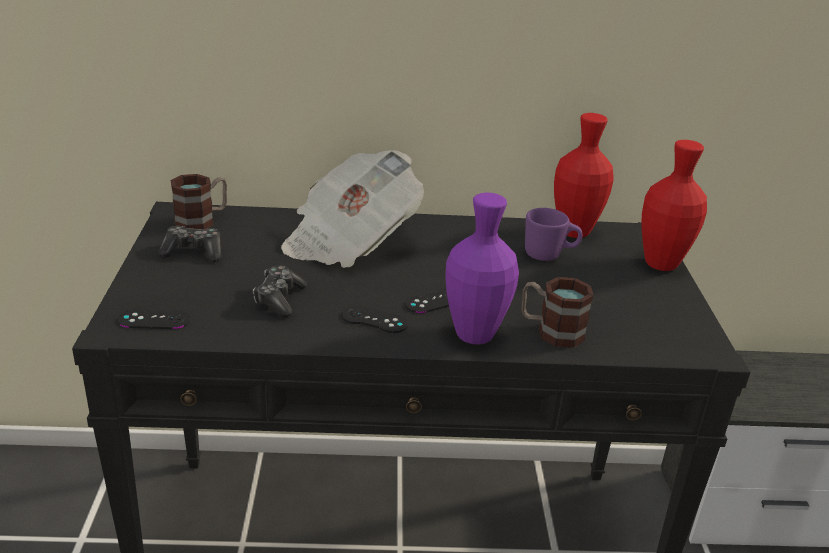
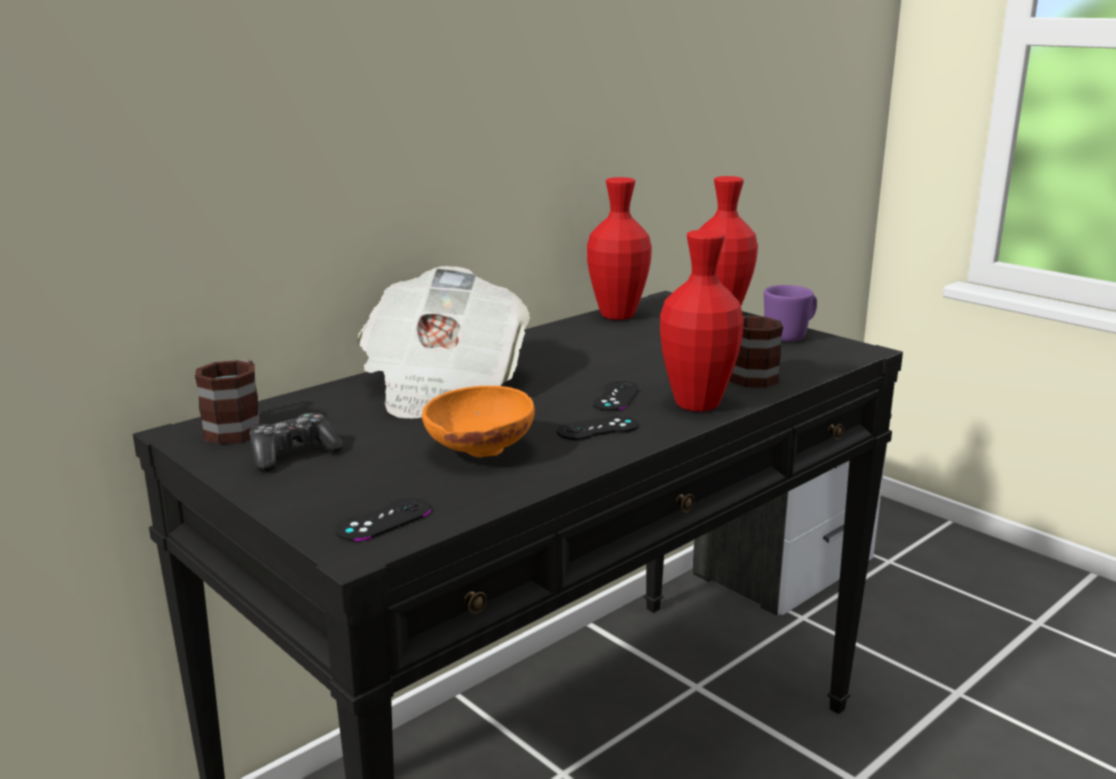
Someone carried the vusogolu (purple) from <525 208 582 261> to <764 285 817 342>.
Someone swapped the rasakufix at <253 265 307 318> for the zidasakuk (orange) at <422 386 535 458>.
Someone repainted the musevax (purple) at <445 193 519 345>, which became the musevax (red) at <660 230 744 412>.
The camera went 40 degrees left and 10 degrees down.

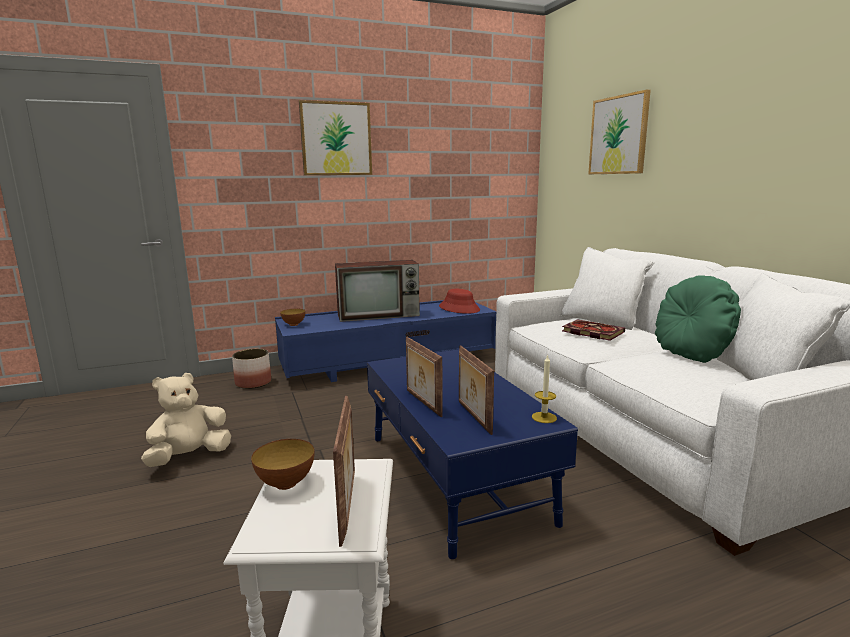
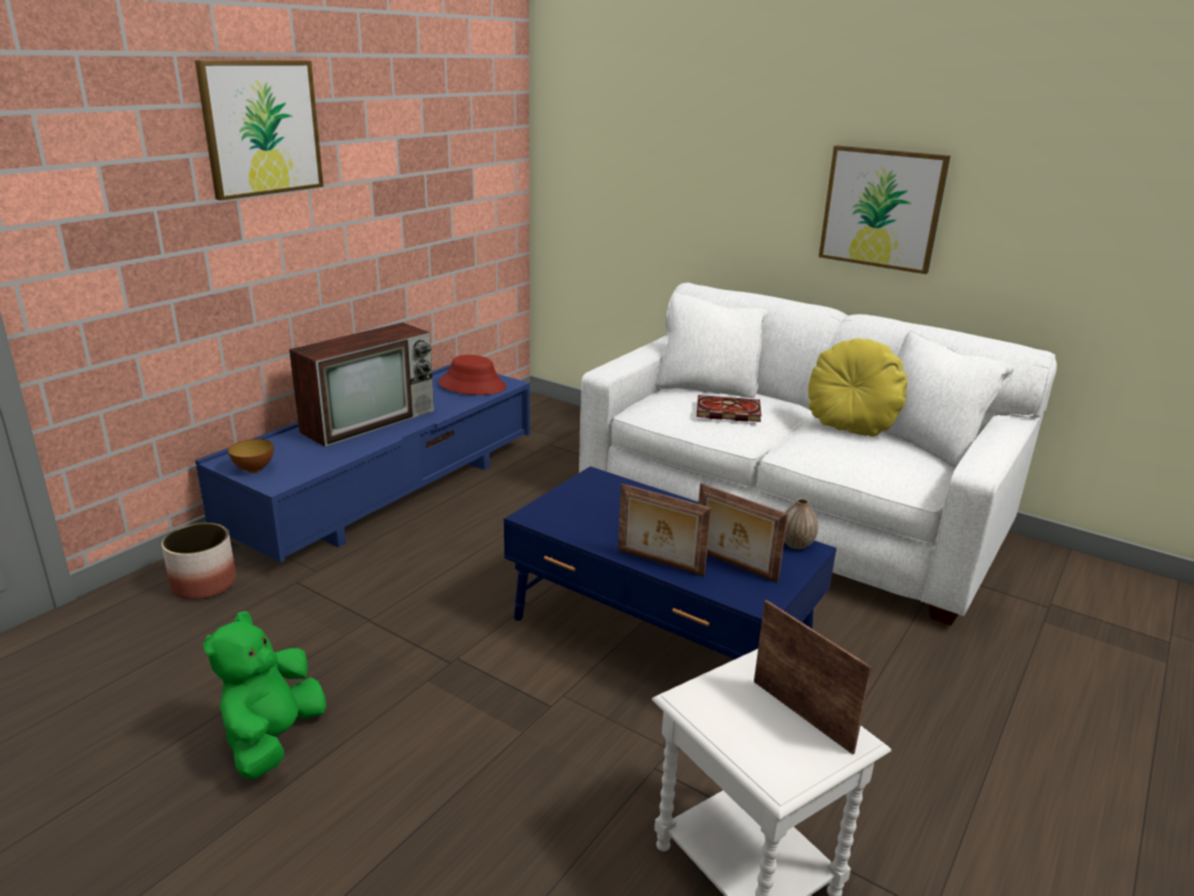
Someone took away the zidasakuk at <251 439 315 490>.
Someone carried the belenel from <588 89 651 174> to <819 145 950 274>.
Someone swapped the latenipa at <532 354 557 423> for the musevax at <784 498 818 549>.
Someone repainted the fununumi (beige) at <141 373 231 467>, which became the fununumi (green) at <203 611 326 779>.
Someone repainted the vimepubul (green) at <655 275 741 363>, which became the vimepubul (yellow) at <808 338 908 437>.
The camera went 35 degrees left and 10 degrees up.

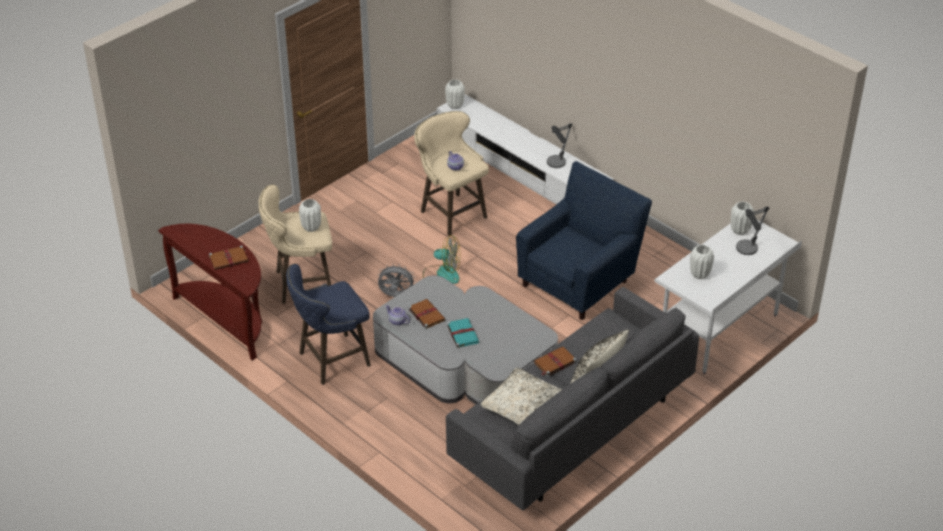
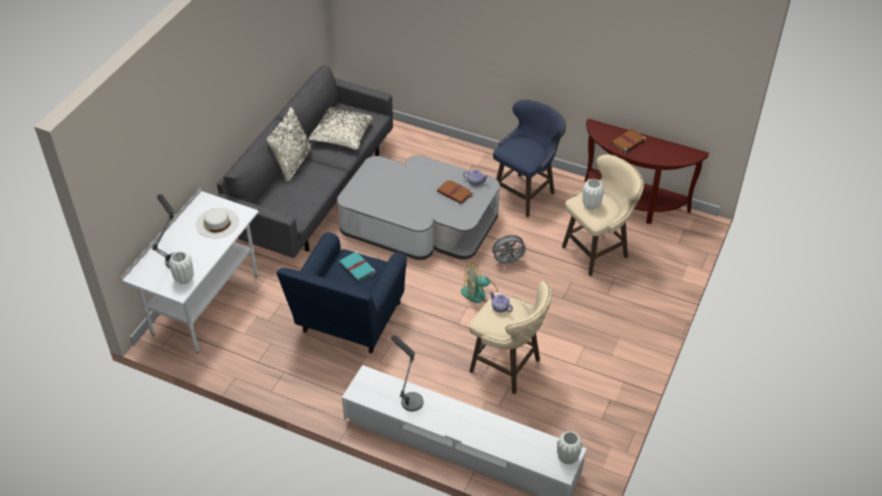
Someone took away the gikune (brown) at <534 346 576 377>.
Someone carried the gikune (turquoise) from <447 318 479 348> to <339 251 375 281>.
Someone swapped the musevax (white) at <690 245 714 279> for the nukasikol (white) at <196 208 239 238>.
The camera went 160 degrees right and 5 degrees up.

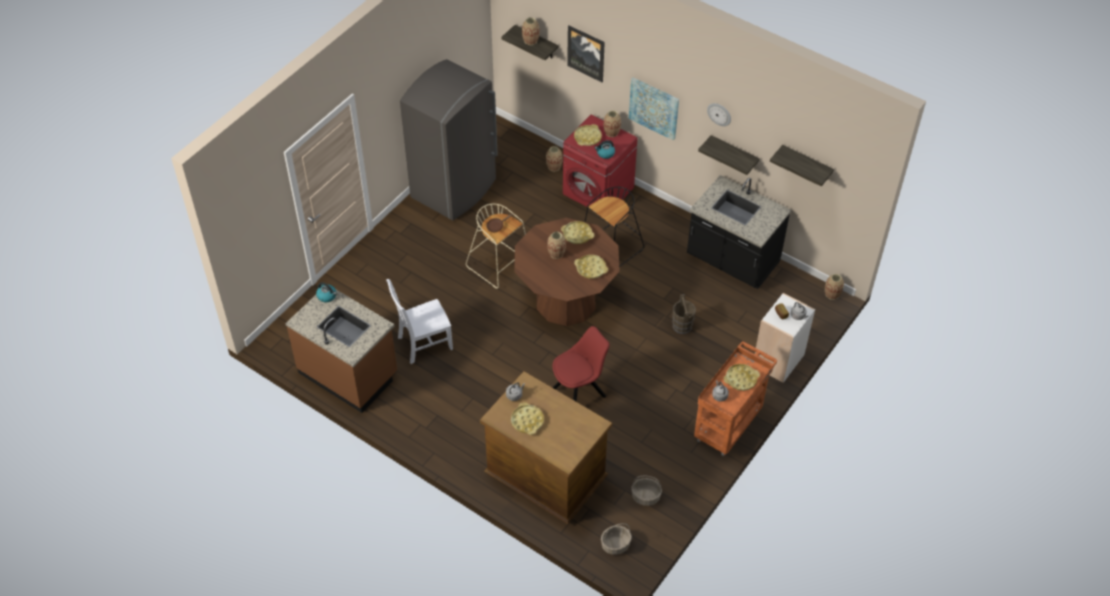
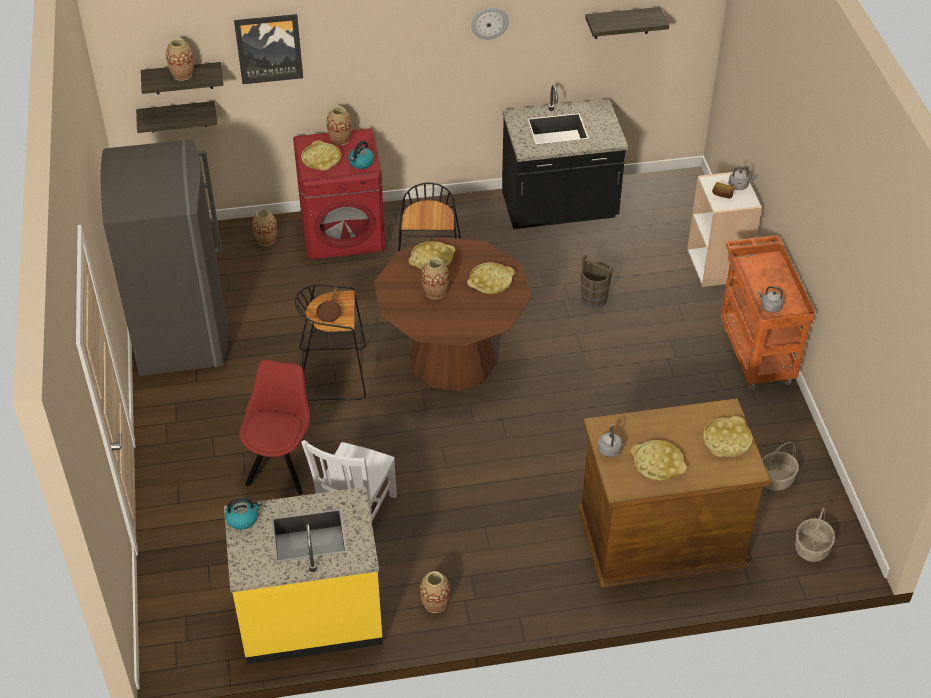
Someone took away the belenel at <629 77 679 141>.
Someone carried the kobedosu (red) from <552 326 610 401> to <239 360 311 495>.
Someone carried the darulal from <698 135 760 175> to <136 101 217 133>.
Someone carried the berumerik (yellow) from <723 364 760 391> to <703 416 752 457>.
Someone carried the musevax from <825 274 844 300> to <420 571 450 613>.
Someone repainted the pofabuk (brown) at <285 290 397 413>, which became the pofabuk (yellow) at <224 487 383 664>.
Someone repainted the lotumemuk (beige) at <466 204 526 289>, which became the lotumemuk (black) at <295 284 366 401>.
The camera went 45 degrees left and 5 degrees down.

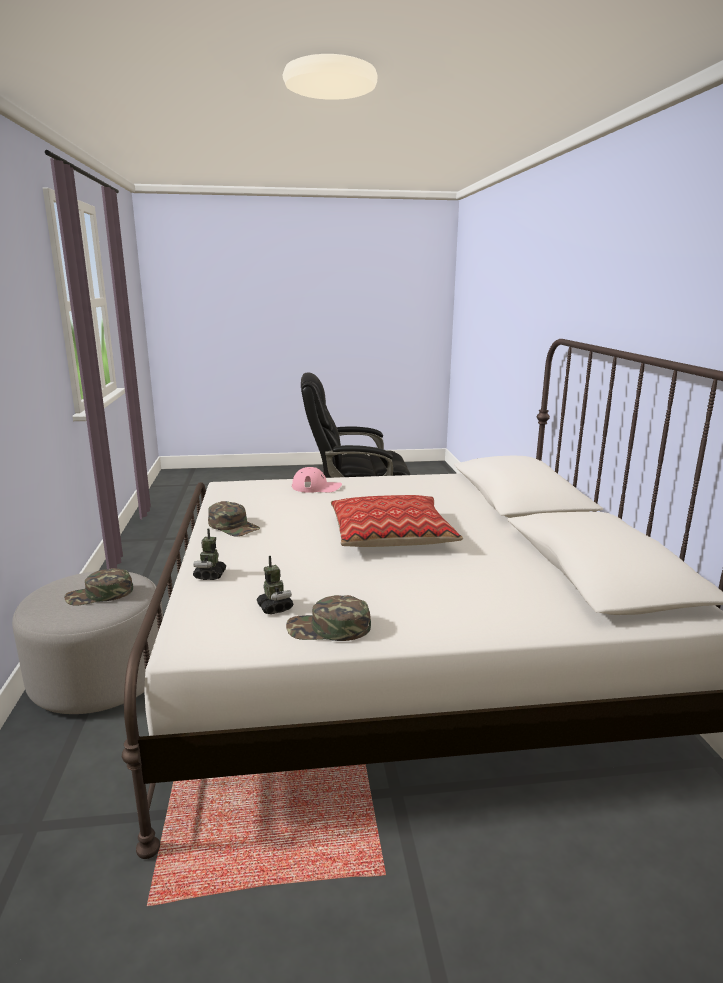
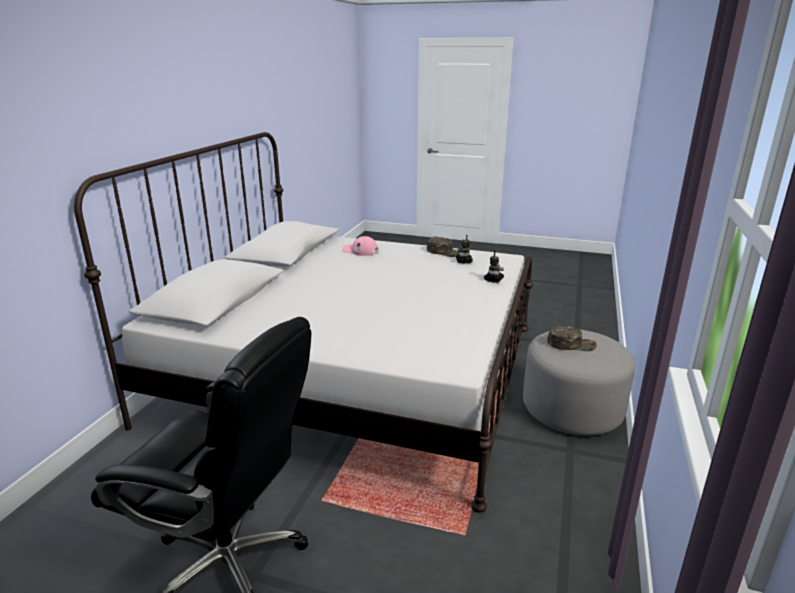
Someone took away the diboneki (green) at <208 501 260 536>.
Someone took away the vimepubul at <331 495 463 547>.
Someone carried the diboneki (pink) from <292 467 342 493> to <342 236 378 256>.
The camera went 155 degrees left and 5 degrees up.

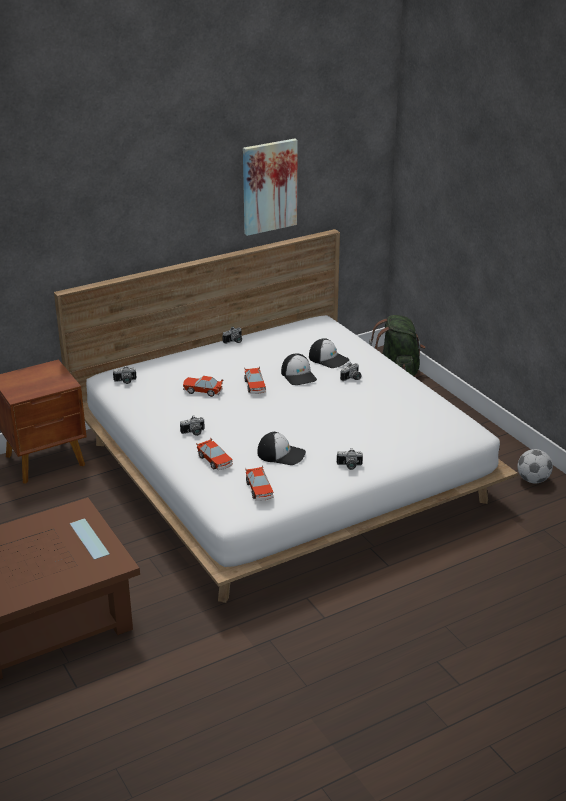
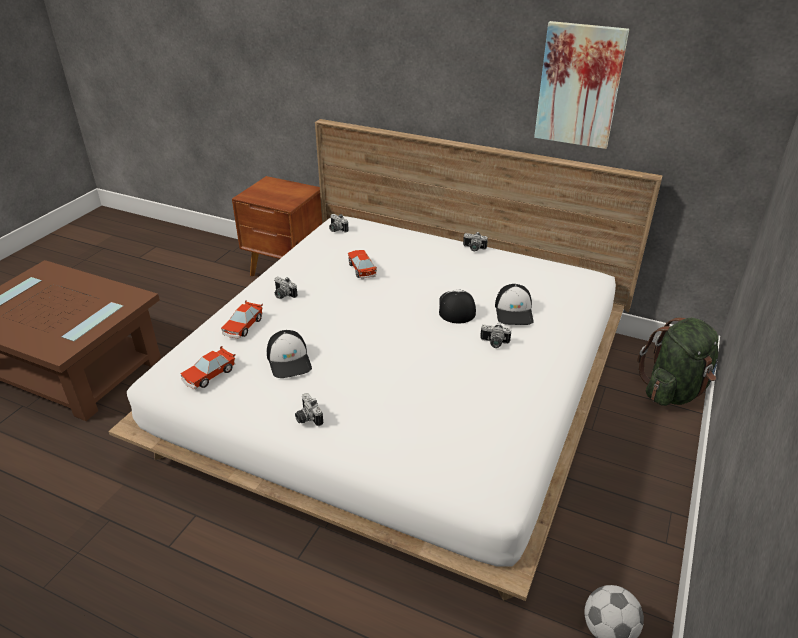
Someone took away the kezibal at <244 367 266 394>.
Someone rotated the diboneki at <281 354 317 385> by 150 degrees clockwise.
The camera went 55 degrees right and 5 degrees up.

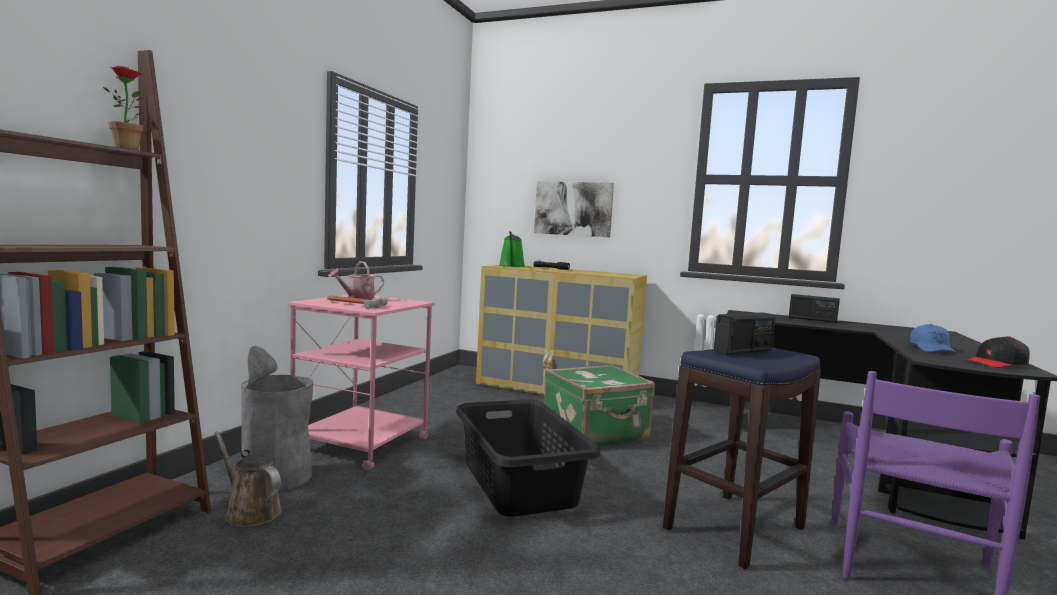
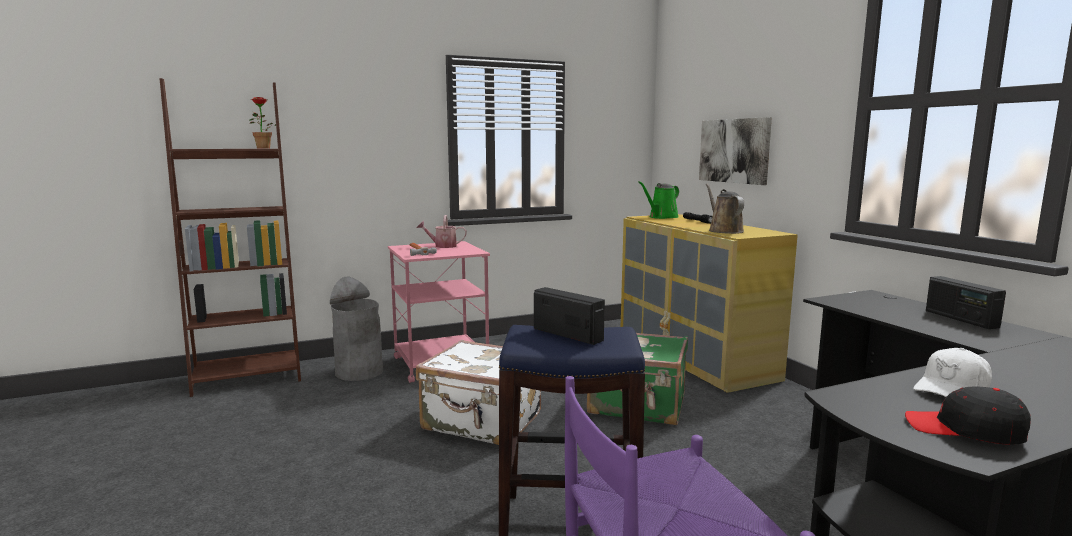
Someone carried the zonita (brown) from <215 431 282 527> to <706 184 744 234>.
Someone swapped the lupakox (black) at <456 399 600 517> for the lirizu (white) at <416 340 541 445>.
Someone repainted the diboneki (blue) at <910 324 958 354>, which became the diboneki (white) at <913 348 992 397>.
Someone rotated the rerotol at <714 312 776 355> by 150 degrees counterclockwise.
The camera went 45 degrees right and 5 degrees up.

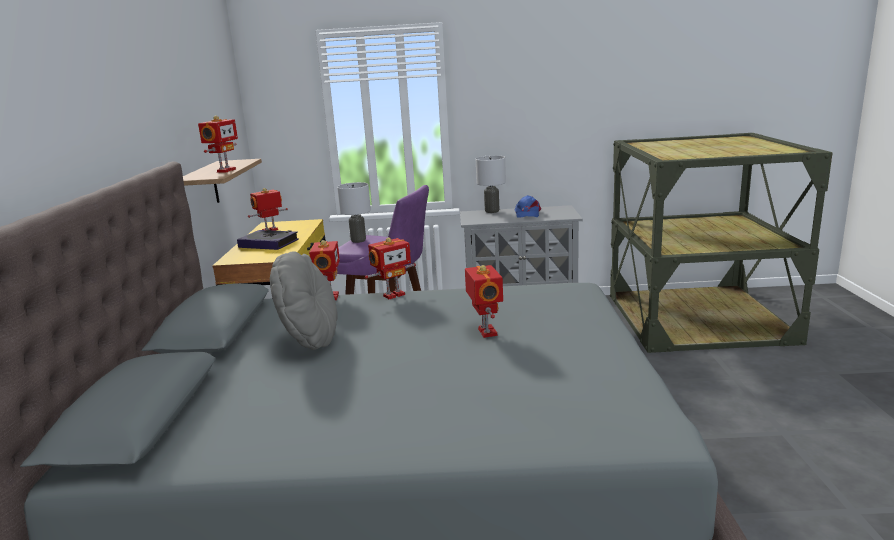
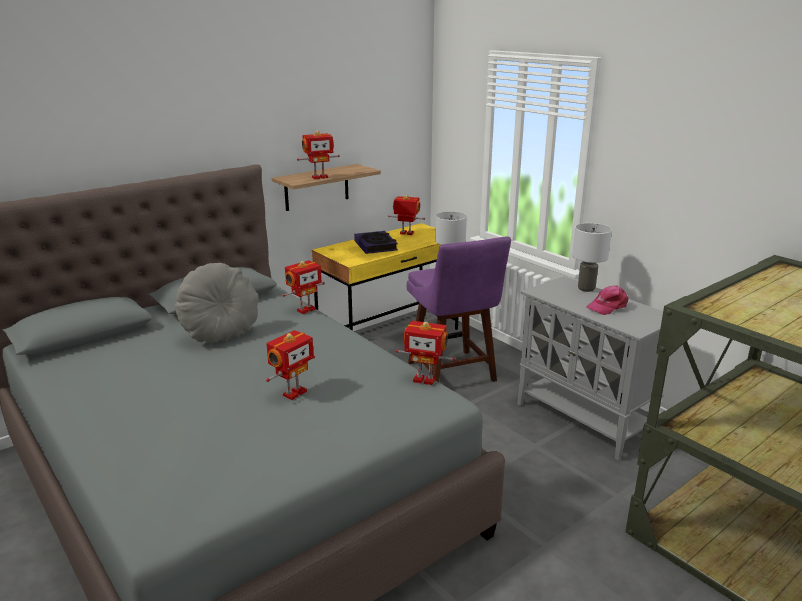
Someone carried the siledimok from <365 237 416 299> to <396 321 456 385>.
Someone repainted the diboneki (blue) at <514 195 541 218>, which became the diboneki (pink) at <586 285 628 315>.
The camera went 50 degrees right and 5 degrees up.

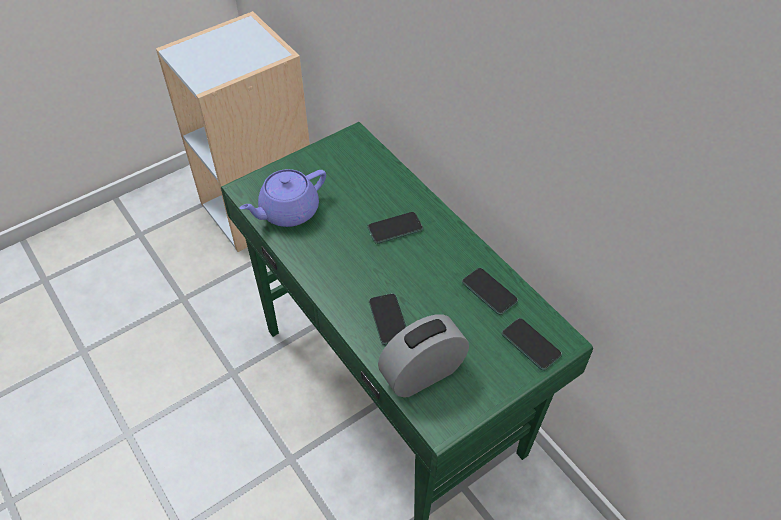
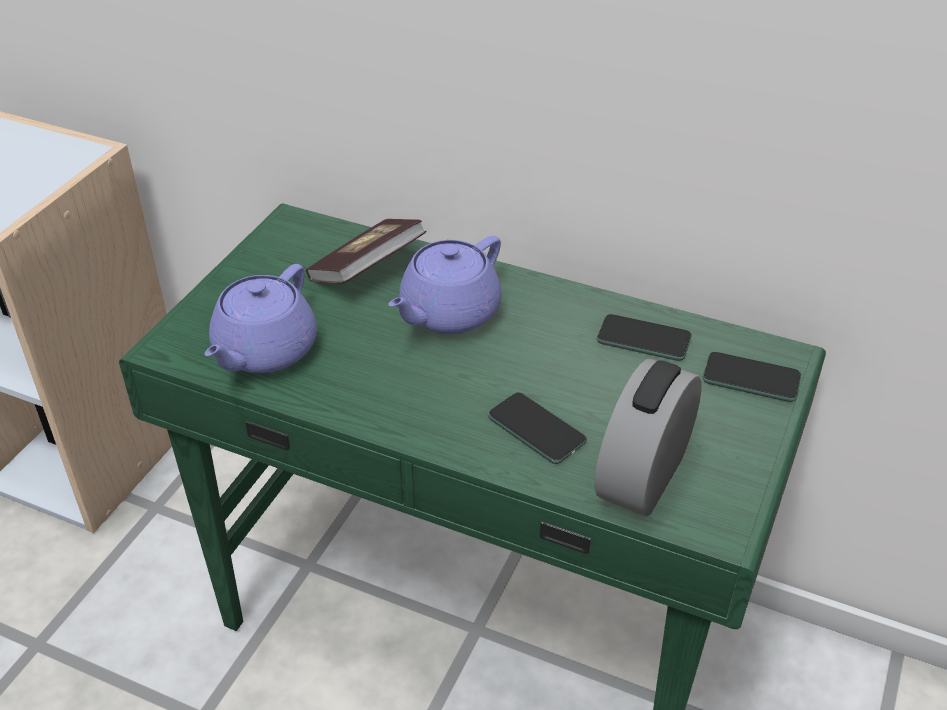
Someone put down the gikune at <306 219 427 283>.
Someone swapped the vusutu at <367 212 423 244> for the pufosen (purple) at <388 236 502 334>.
The camera went 30 degrees left and 10 degrees down.

